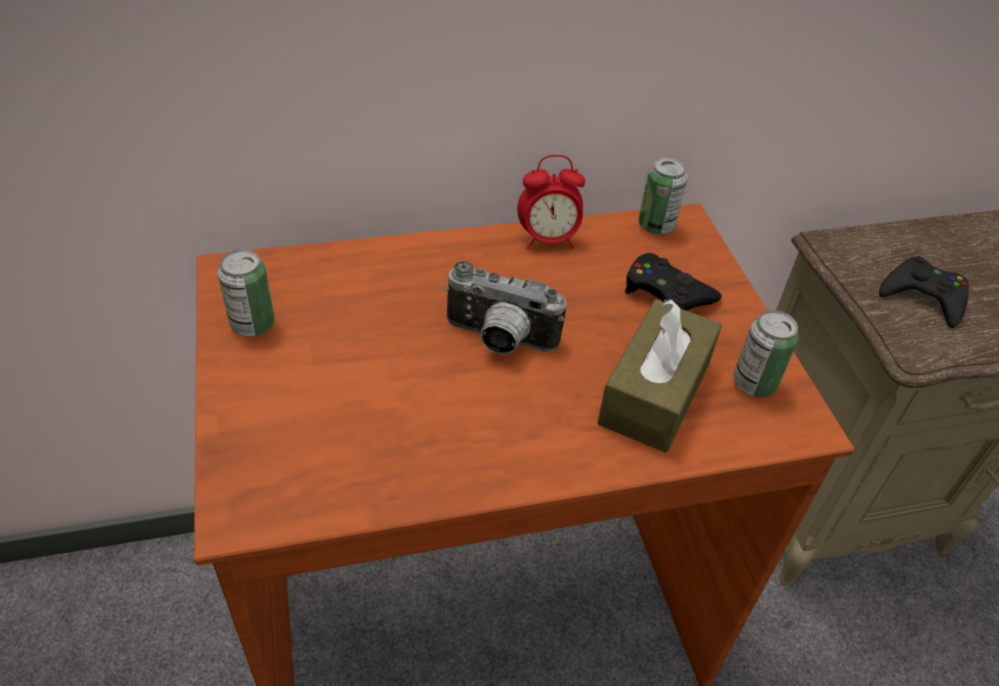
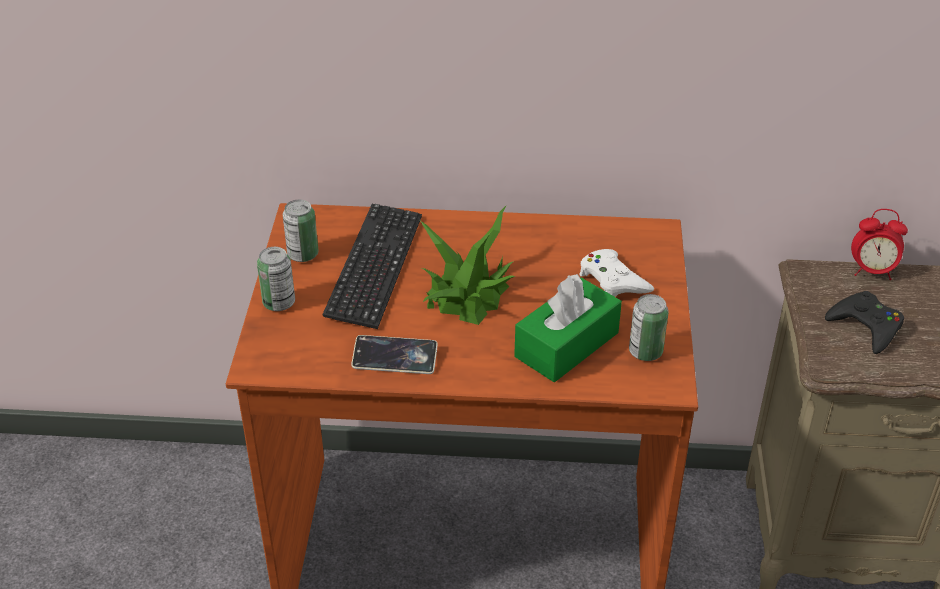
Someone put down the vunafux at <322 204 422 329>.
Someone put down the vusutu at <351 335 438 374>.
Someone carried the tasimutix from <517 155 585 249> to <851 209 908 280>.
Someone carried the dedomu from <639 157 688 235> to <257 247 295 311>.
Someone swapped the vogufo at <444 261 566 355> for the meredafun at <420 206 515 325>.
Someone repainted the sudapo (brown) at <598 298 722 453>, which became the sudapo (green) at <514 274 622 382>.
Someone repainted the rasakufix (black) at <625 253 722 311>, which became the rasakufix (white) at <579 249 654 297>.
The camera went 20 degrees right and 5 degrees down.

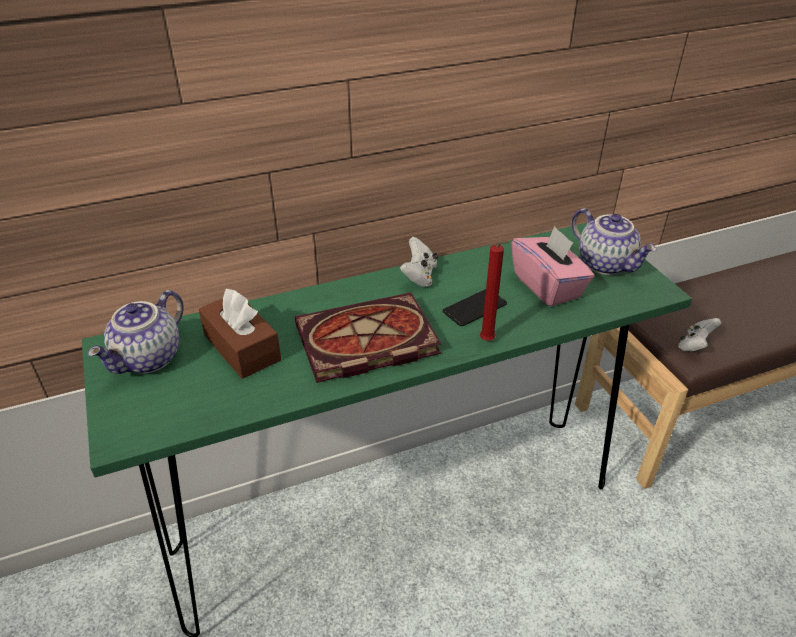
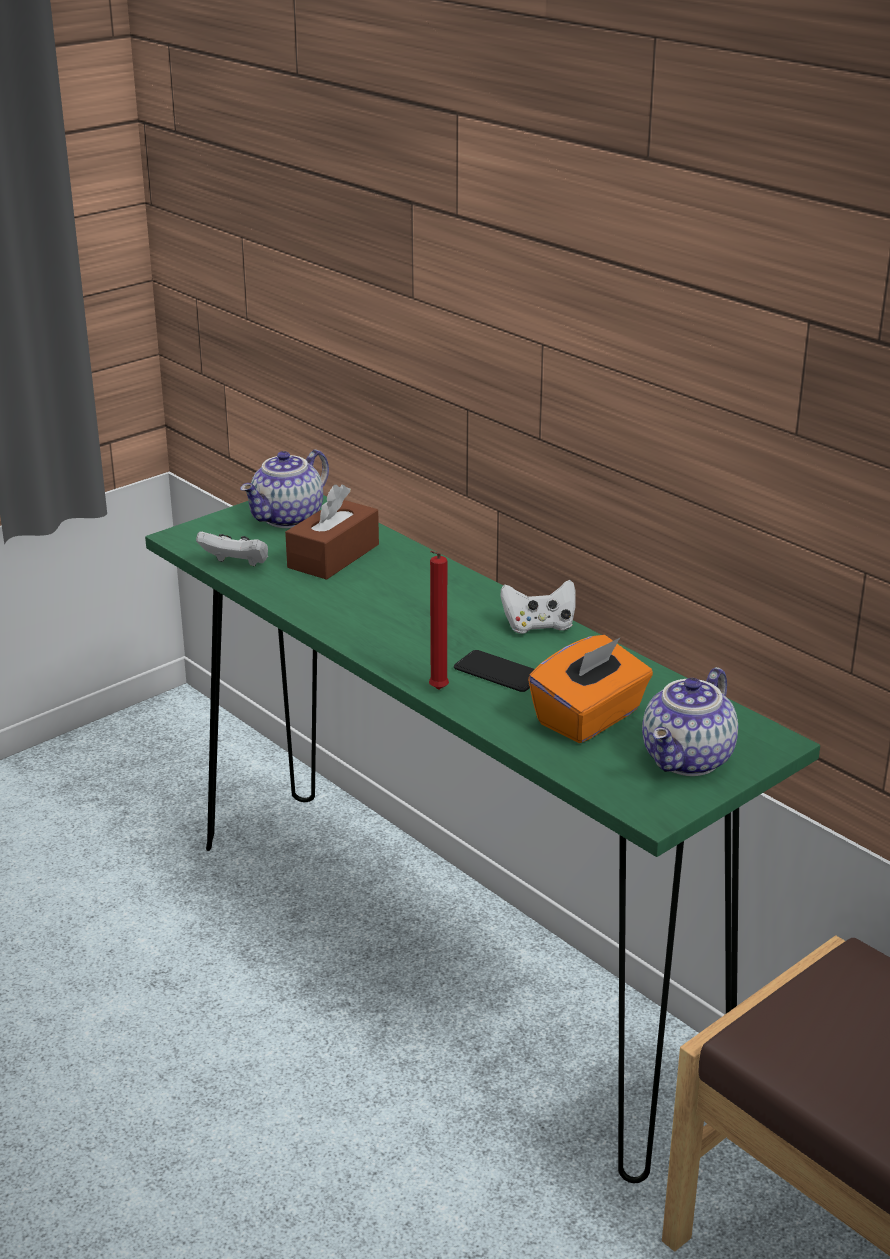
Someone took away the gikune at <295 292 441 383>.
Someone carried the rasakufix (white) from <678 318 721 352> to <196 531 268 566>.
Someone repainted the sudapo (pink) at <512 226 594 307>, which became the sudapo (orange) at <528 635 653 743>.
Someone rotated the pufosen at <88 290 184 374> by 60 degrees counterclockwise.
The camera went 70 degrees right and 10 degrees down.

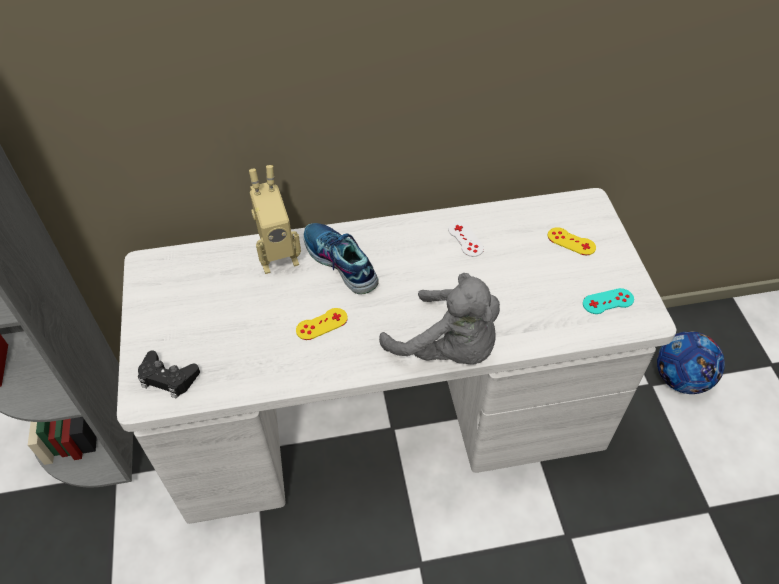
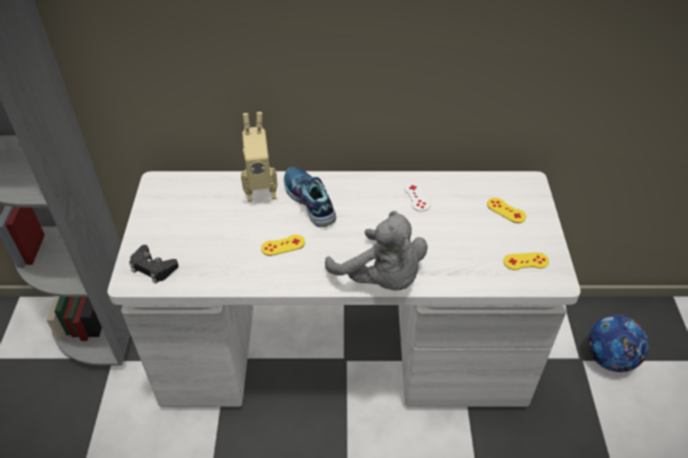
Someone repainted the rasakufix (turquoise) at <583 288 634 314>, which became the rasakufix (yellow) at <503 252 549 270>.
The camera went 10 degrees right and 5 degrees down.

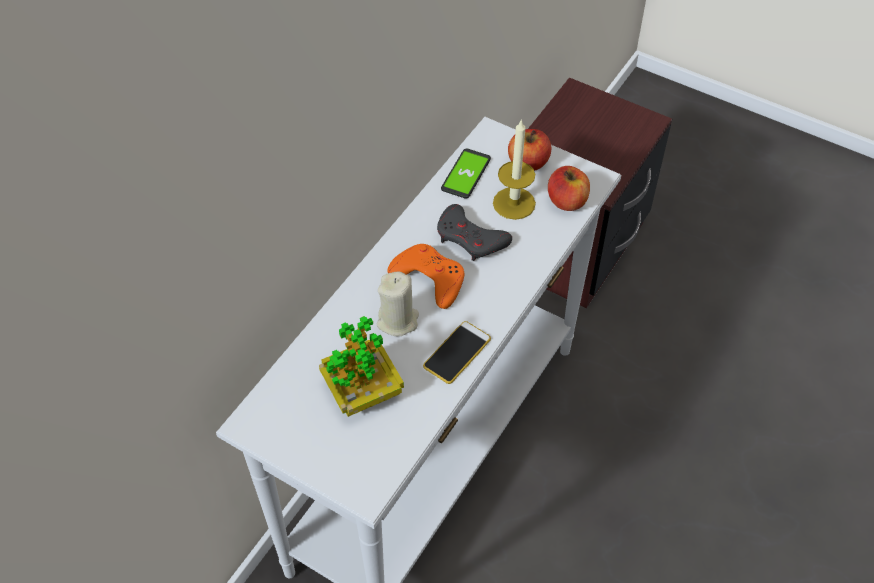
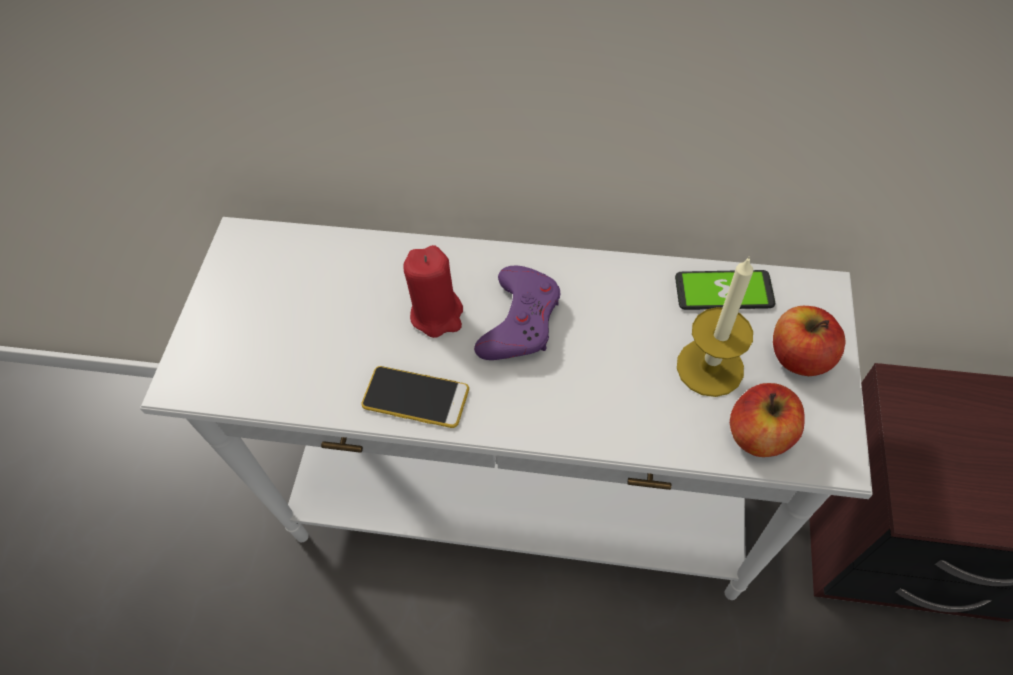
Someone took away the meredafun at <319 316 404 417>.
Someone took away the rasakufix (grey) at <437 204 512 261>.
Someone repainted the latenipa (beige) at <377 271 419 336>, which became the latenipa (red) at <403 245 463 338>.
Someone repainted the rasakufix (orange) at <387 244 465 309>, which became the rasakufix (purple) at <474 266 560 360>.
The camera went 70 degrees right and 5 degrees up.

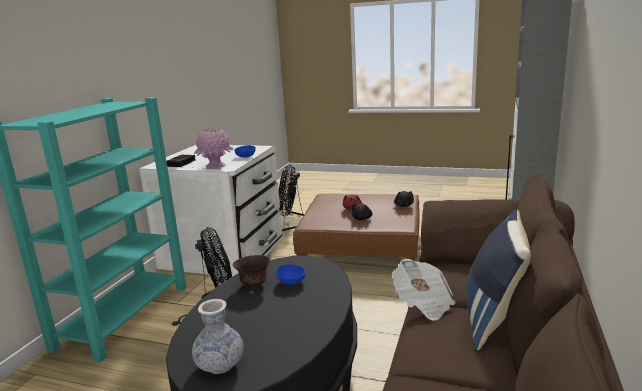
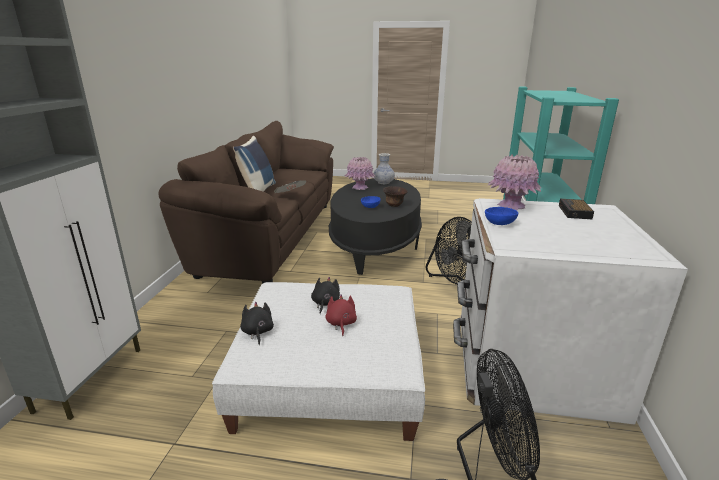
Someone put down the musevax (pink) at <344 157 376 190>.
Someone repainted the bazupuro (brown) at <293 193 420 261>, which became the bazupuro (white) at <212 282 425 441>.
The camera went 170 degrees right and 5 degrees up.

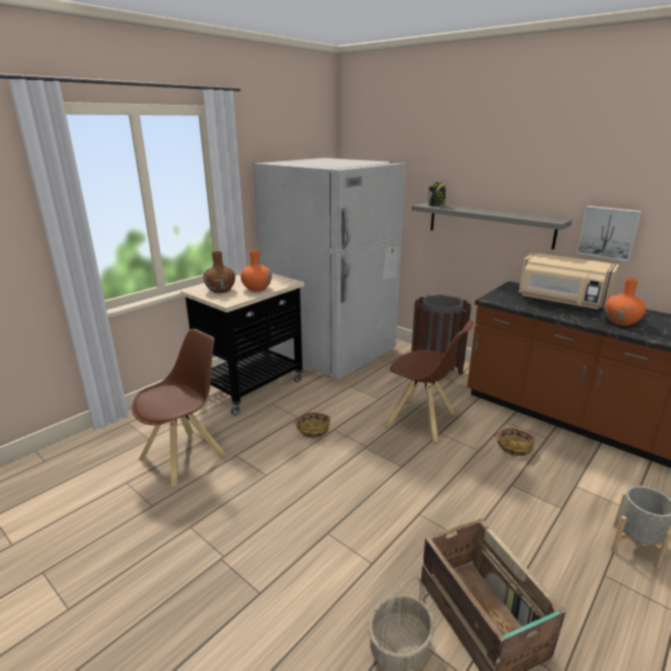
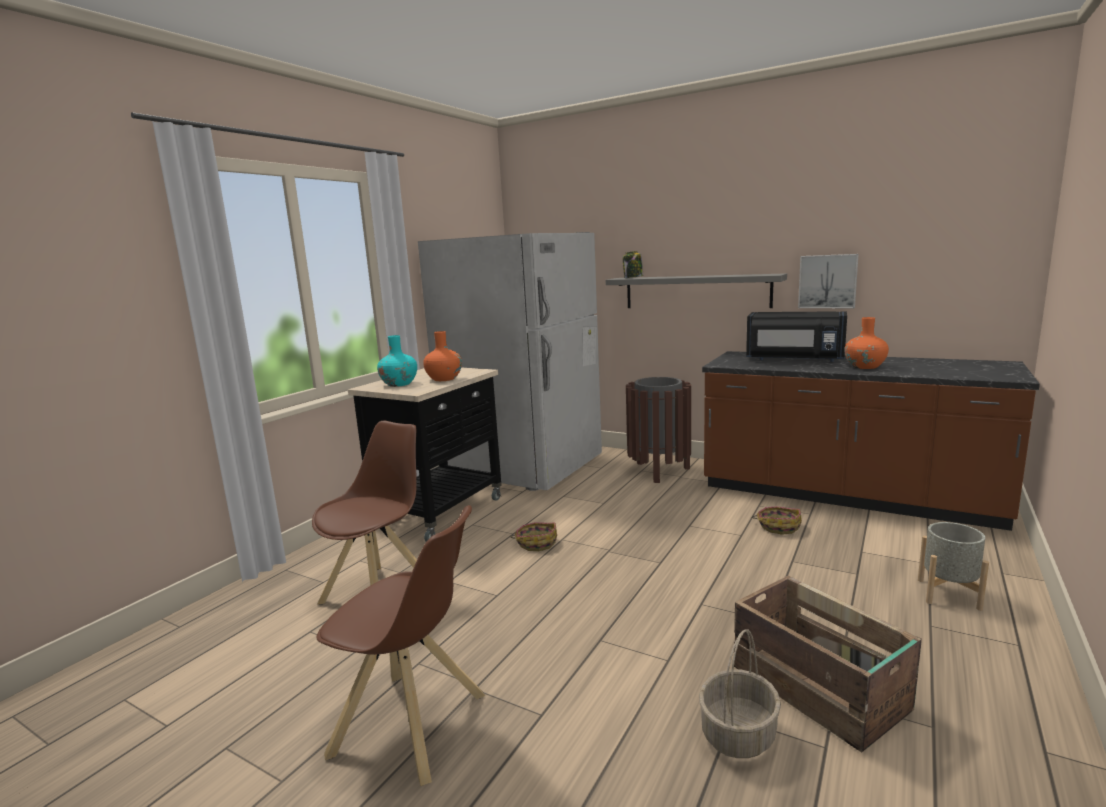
Someone carried the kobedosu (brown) from <384 320 473 443> to <317 505 485 786>.
Someone repainted the musevax (brown) at <203 251 235 293>, which became the musevax (turquoise) at <377 335 417 387>.
Someone repainted the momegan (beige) at <519 252 619 310>, which became the momegan (black) at <746 311 847 362>.
The camera went 10 degrees left and 10 degrees down.

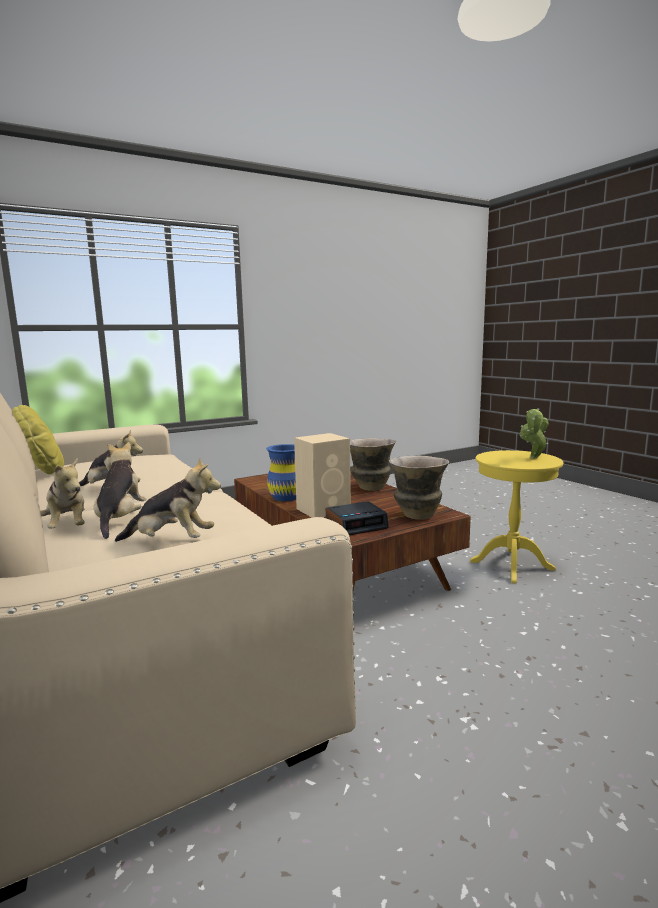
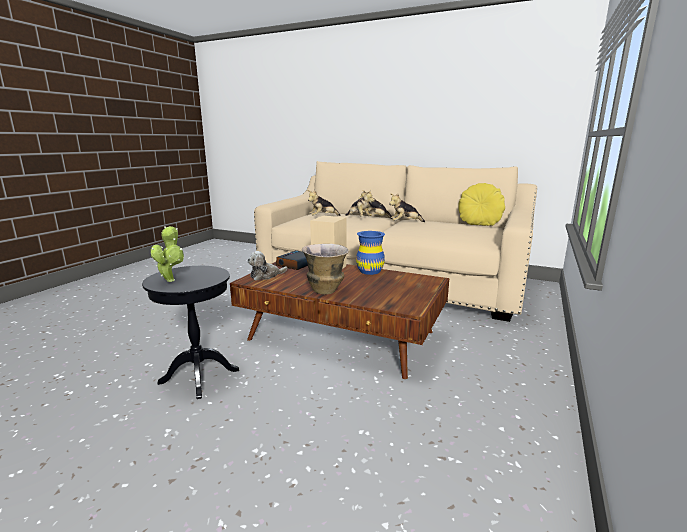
Someone swapped the musevax at <389 456 449 520> for the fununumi at <247 251 287 281>.
Someone repainted the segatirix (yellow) at <470 450 563 584>, which became the segatirix (black) at <142 266 239 399>.
The camera went 145 degrees right and 5 degrees up.

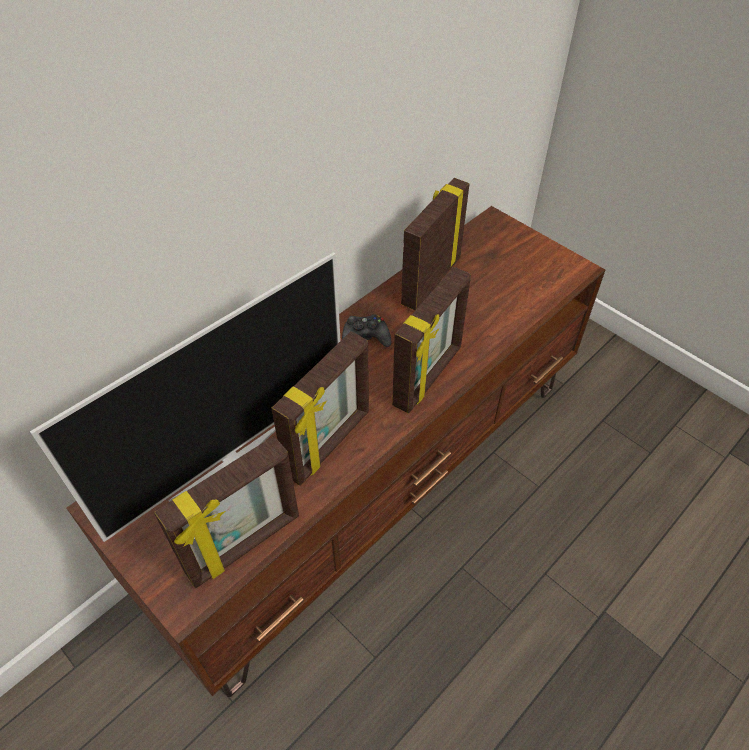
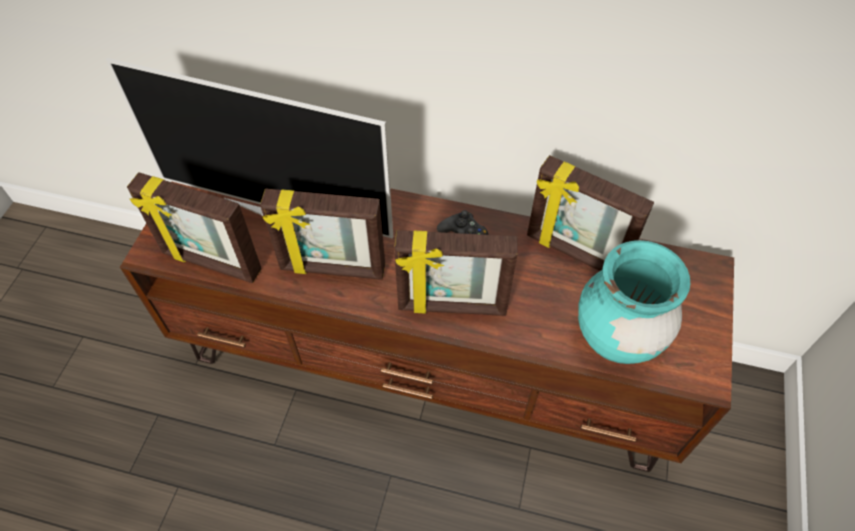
Someone put down the musevax (turquoise) at <578 240 690 364>.
Someone rotated the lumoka at <401 178 470 310> by 150 degrees counterclockwise.
The camera went 60 degrees right and 5 degrees up.

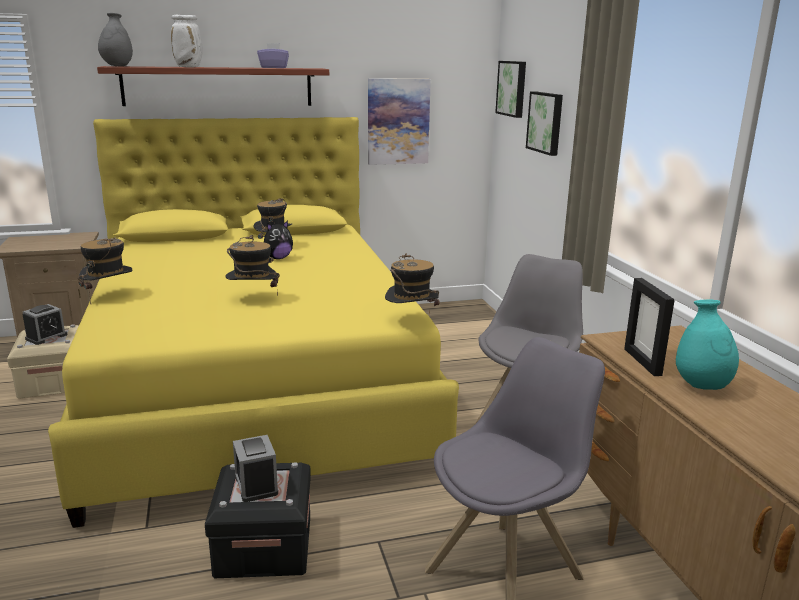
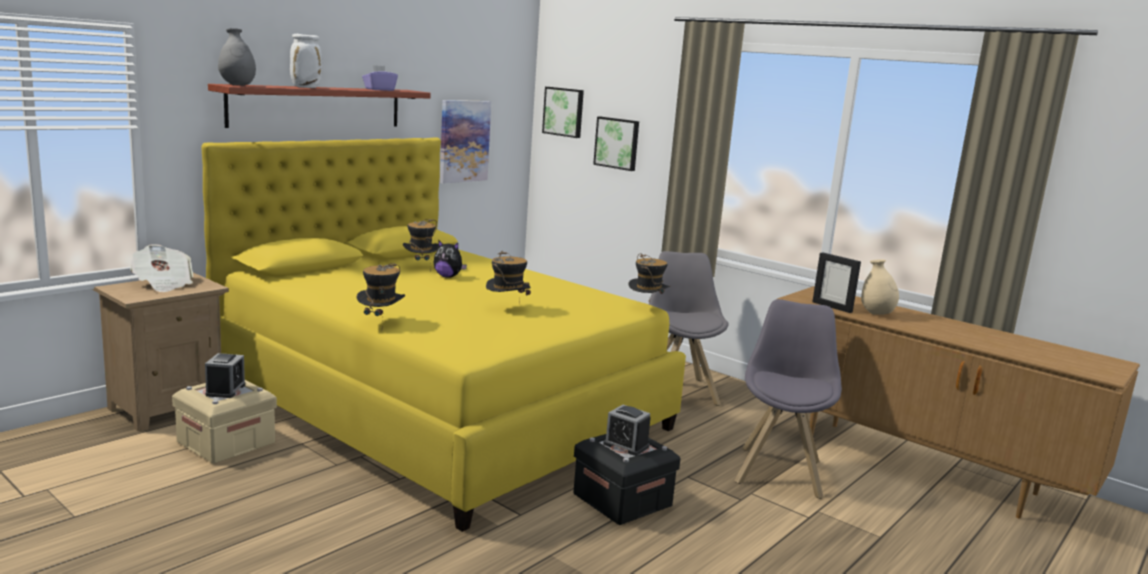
Someone put down the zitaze at <130 244 193 292>.
Someone repainted the musevax (turquoise) at <676 300 739 390>, which became the musevax (beige) at <861 259 899 315>.
Someone rotated the fununumi at <264 220 293 259> by 90 degrees clockwise.
The camera went 35 degrees left and 5 degrees down.

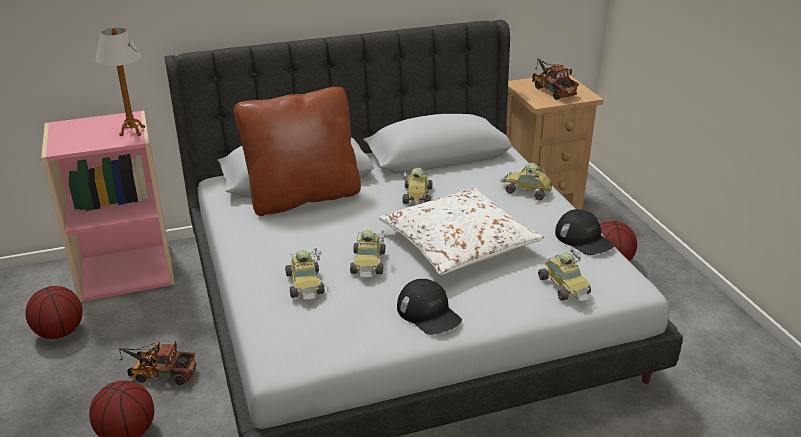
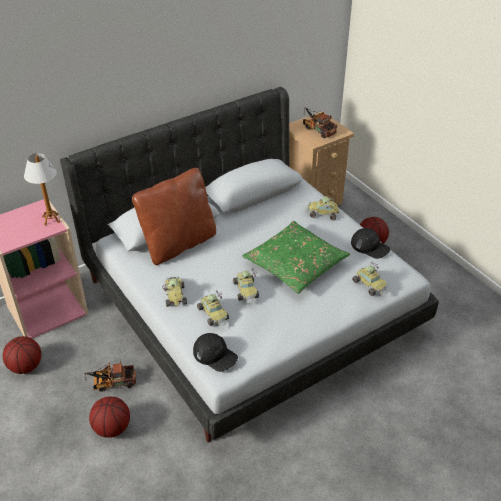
Someone carried the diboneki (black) from <397 279 462 335> to <193 333 238 372>.
Someone carried the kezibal from <402 168 433 204> to <162 277 187 307>.
Someone repainted the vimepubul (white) at <379 188 544 275>, which became the vimepubul (green) at <242 221 350 294>.
The camera went 15 degrees left and 10 degrees up.

